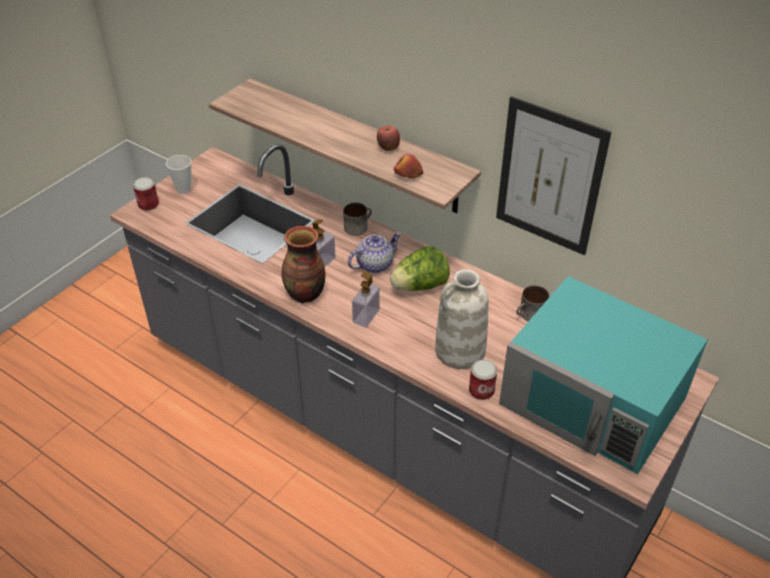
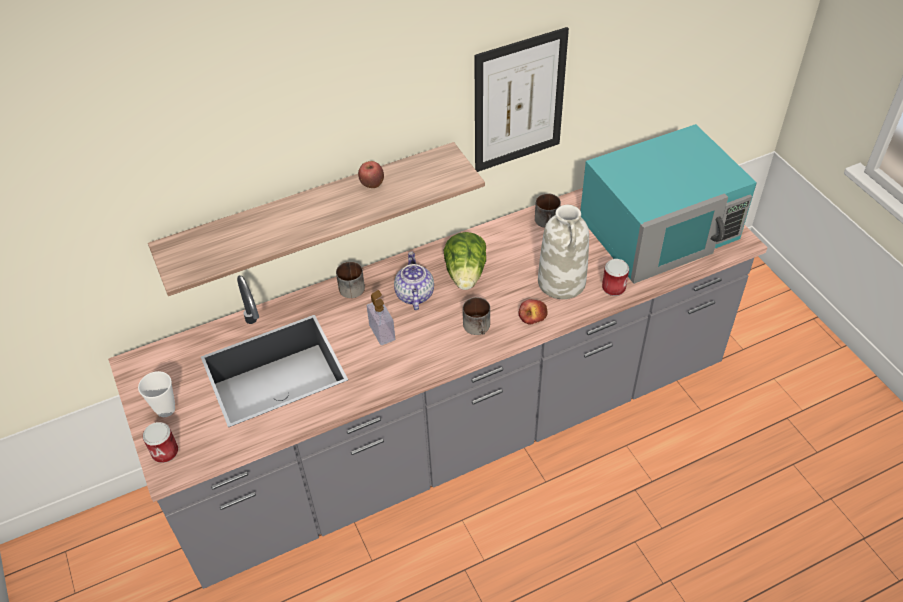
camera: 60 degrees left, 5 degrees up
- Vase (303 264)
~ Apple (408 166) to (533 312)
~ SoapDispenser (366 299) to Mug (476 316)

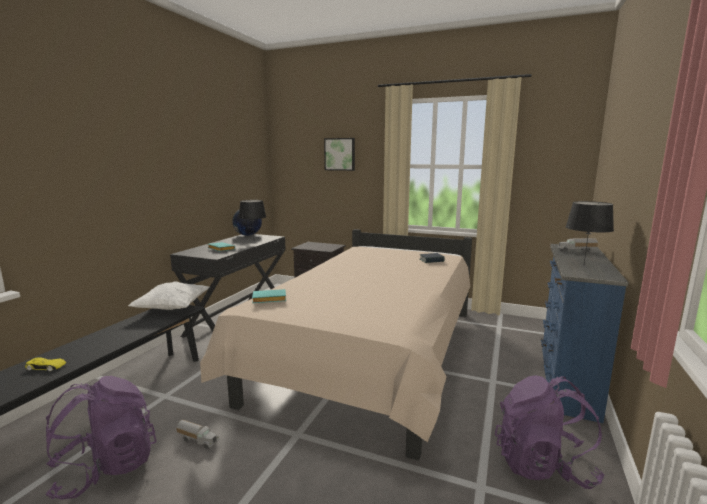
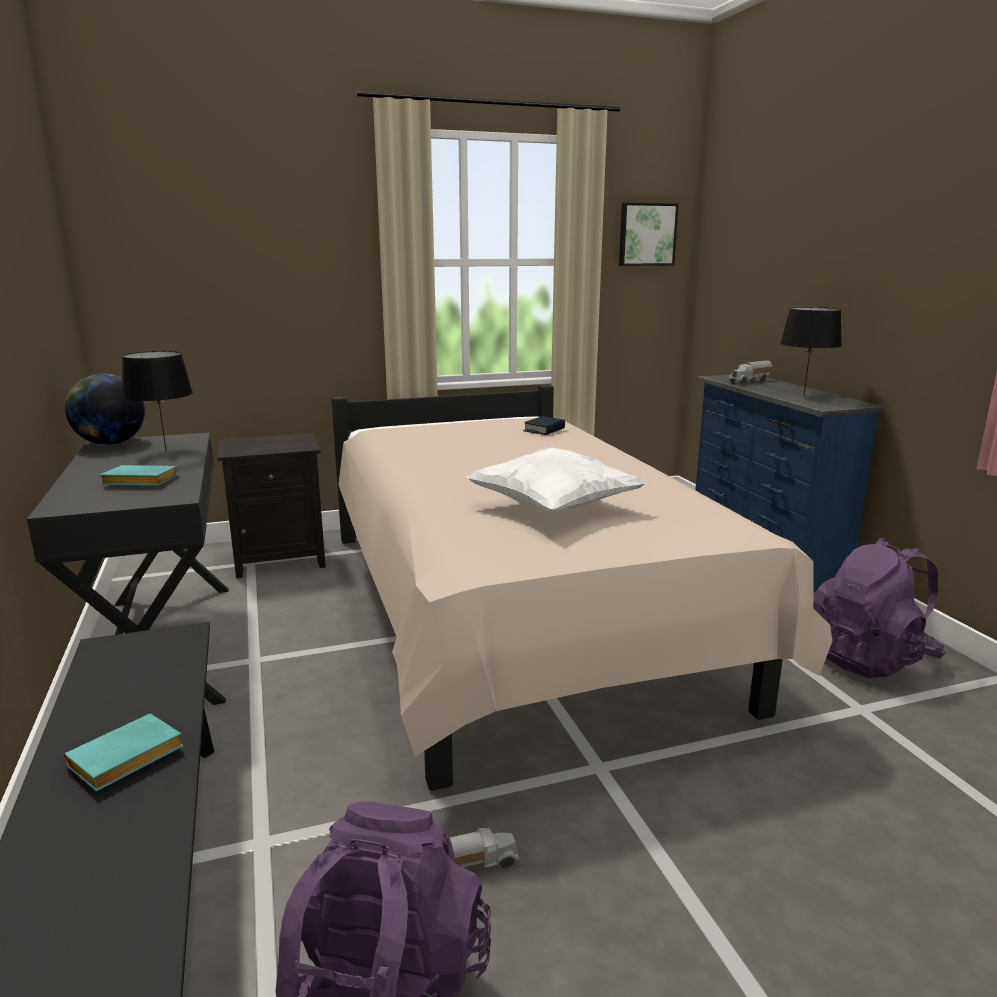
camera: 40 degrees left, 5 degrees up
- YellowToyCar (45 364)
~ WhitePillow (169 295) to (556 480)
~ TurquoiseBook (269 296) to (124 752)
~ Picture (339 154) to (649 234)

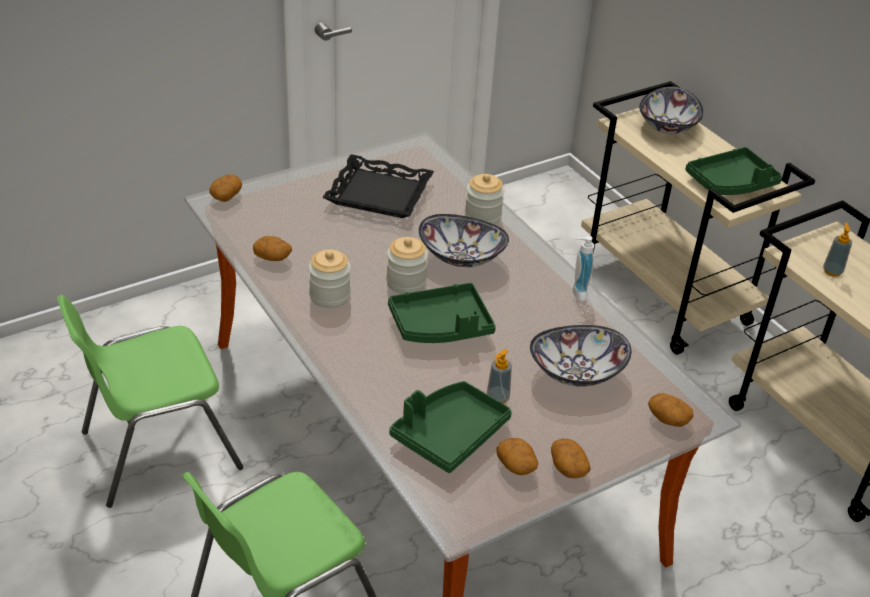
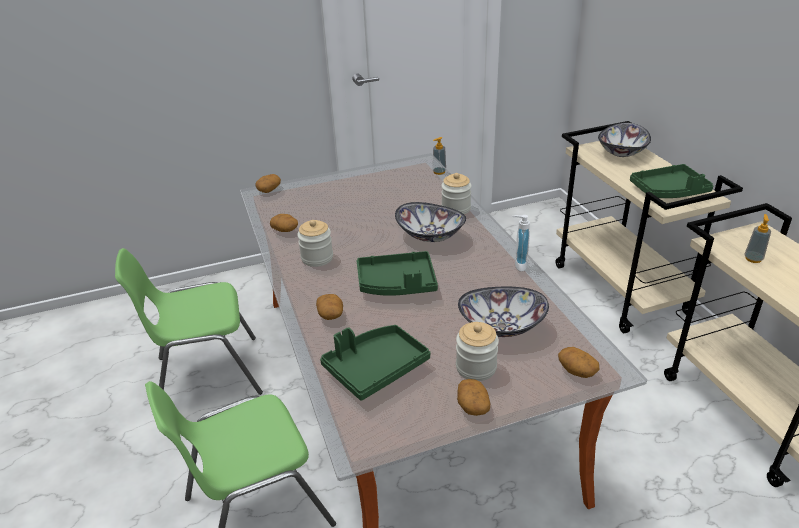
camera: 15 degrees right, 5 degrees down
- BlackTray (378 186)
~ Jar (407 265) to (477 351)
~ SoapDispenser (499 376) to (439 156)
~ Potato (517 456) to (329 307)

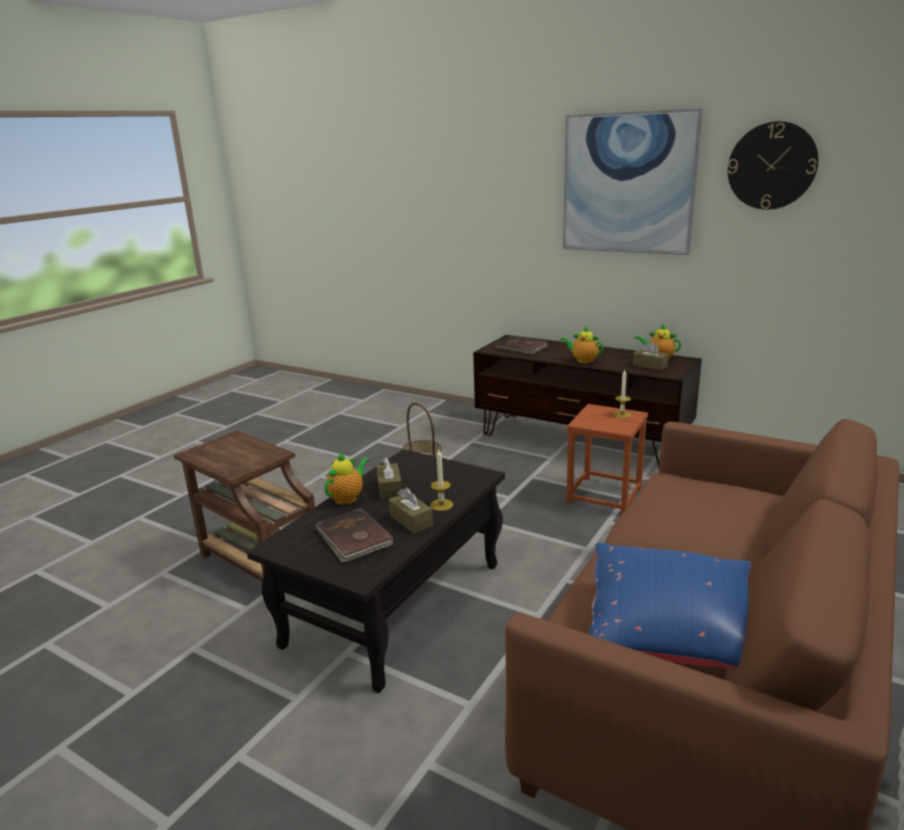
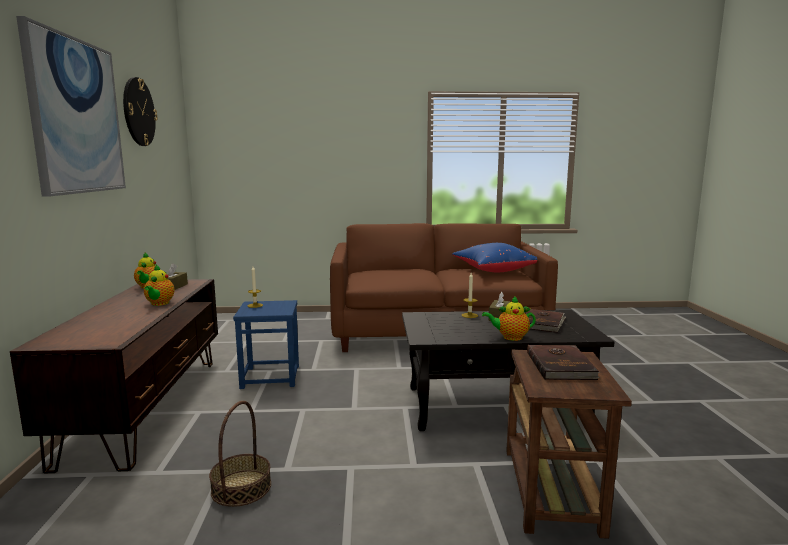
camera: 125 degrees left, 10 degrees down
- BrownTissueBox (389 478)
~ BrownBook (521 345) to (563 362)
~ BrownStool (607 459) to BlueStool (266 344)

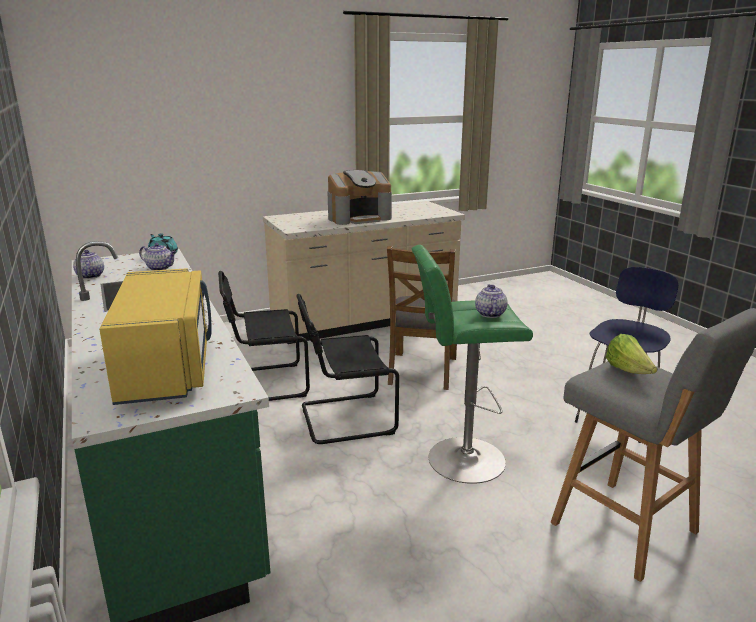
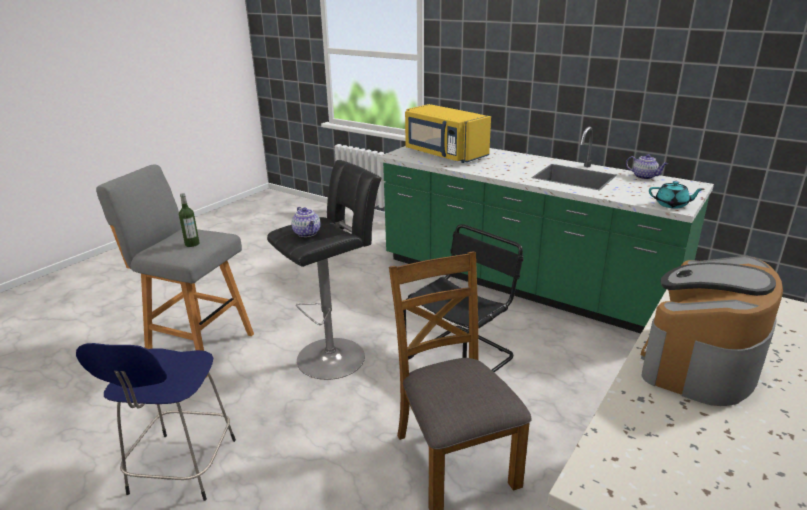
camera: 150 degrees right, 5 degrees up
- Teapot (158 256)
- BlackChair (264 336)
~ Lettuce (631 354) to Bottle (189 220)
~ GreenStool (472 364) to BlackStool (324 270)

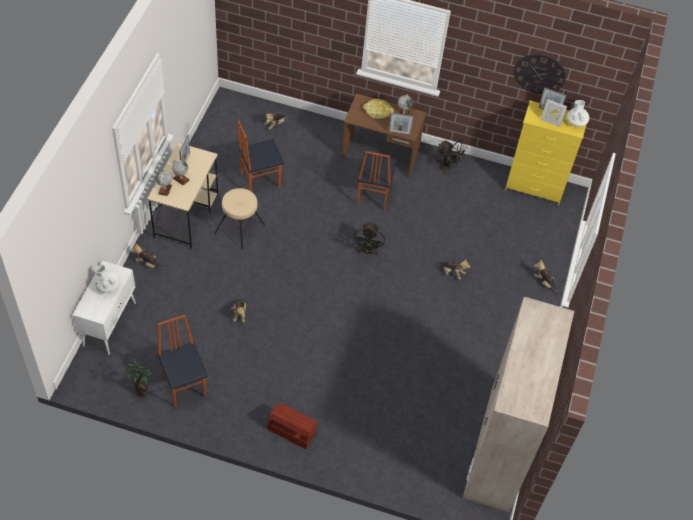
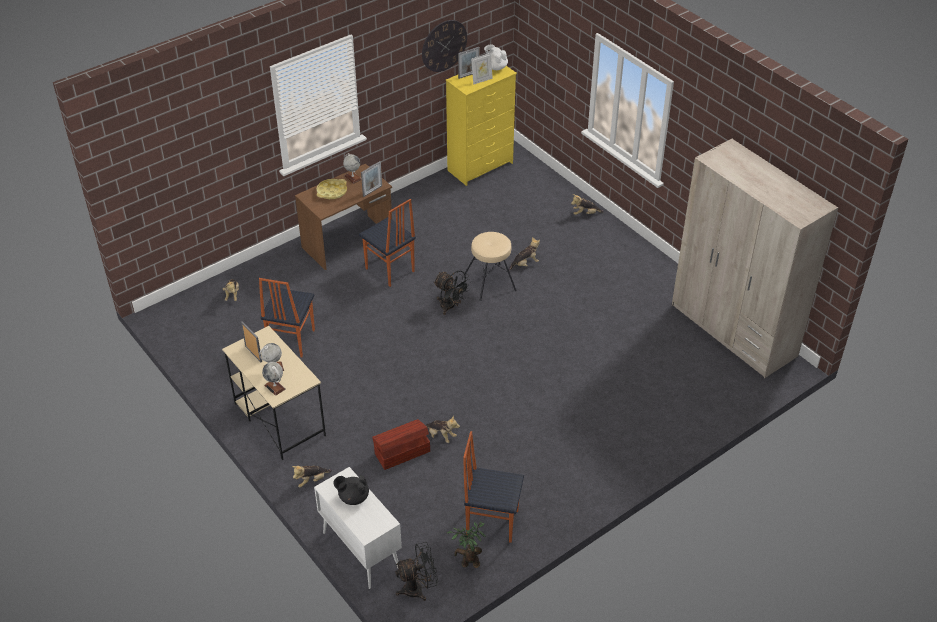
camera: 50 degrees left, 10 degrees down
~ BeigeStool (240 218) to (491 266)
~ BrownStorageBox (293 425) to (401 444)
~ BlackFan (451 157) to (416 571)
~ WhiteTeapot (107 279) to BlackTeapot (351 490)

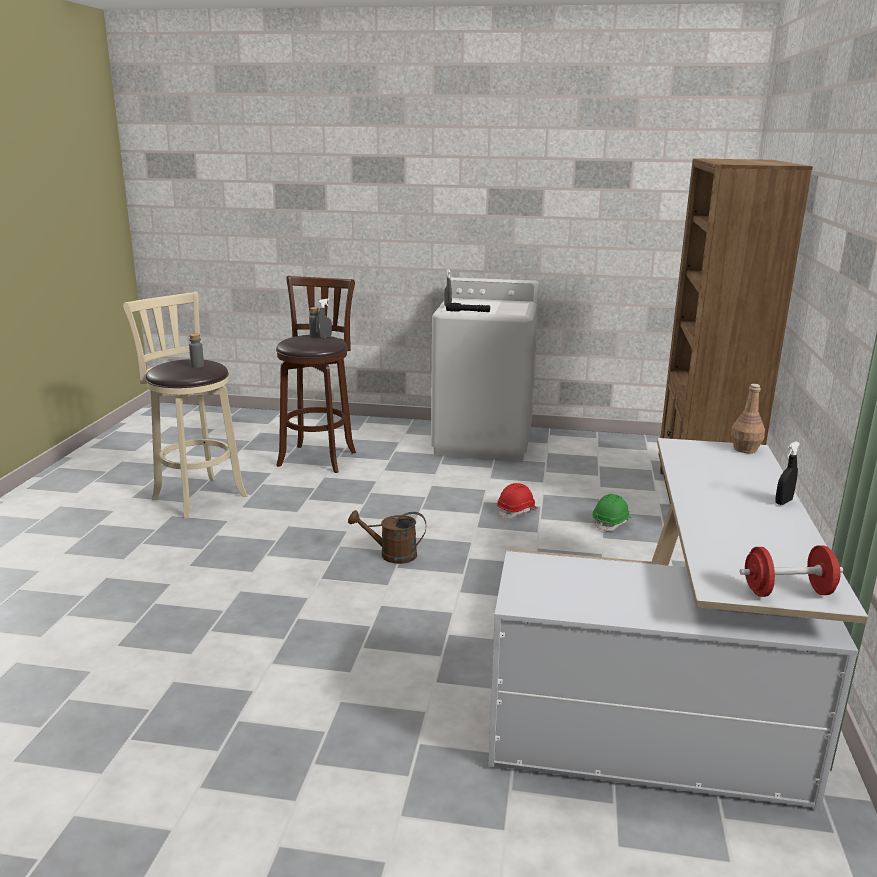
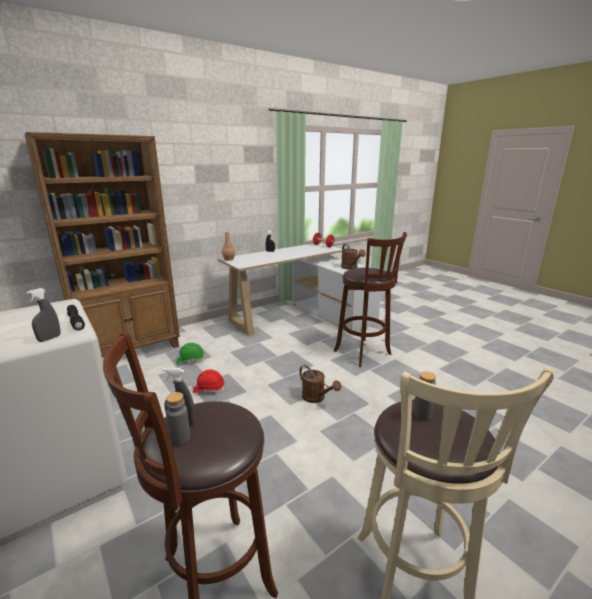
camera: 135 degrees left, 0 degrees up
+ BrownStool (370 299)
+ BrownWateringCan (353 257)

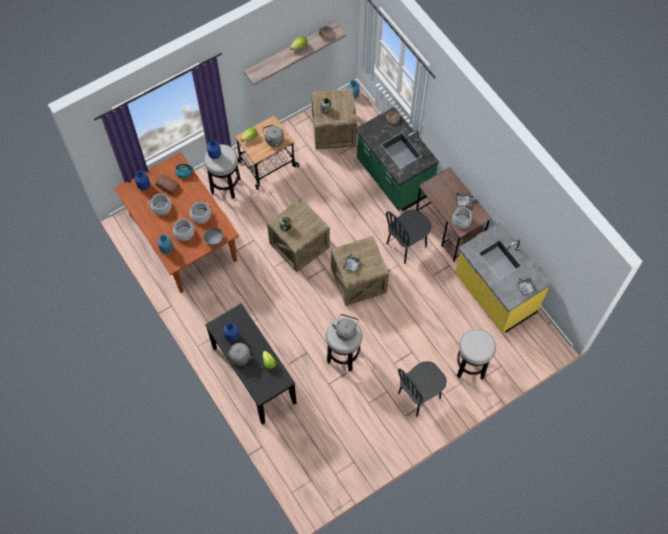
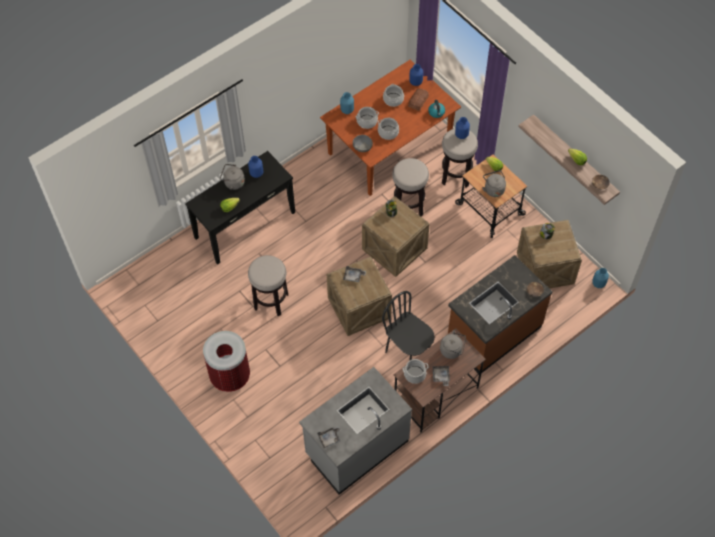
camera: 85 degrees right, 5 degrees down
~ GreyKettle (345 327) to (453 344)
~ Stool (476 354) to (410 187)
~ BlackChair (422 389) to TrashCan (226 361)
~ GreenCounter (397 159) to BrownCounter (500 314)
~ YellowCounter (503 277) to GreyCounter (355 431)

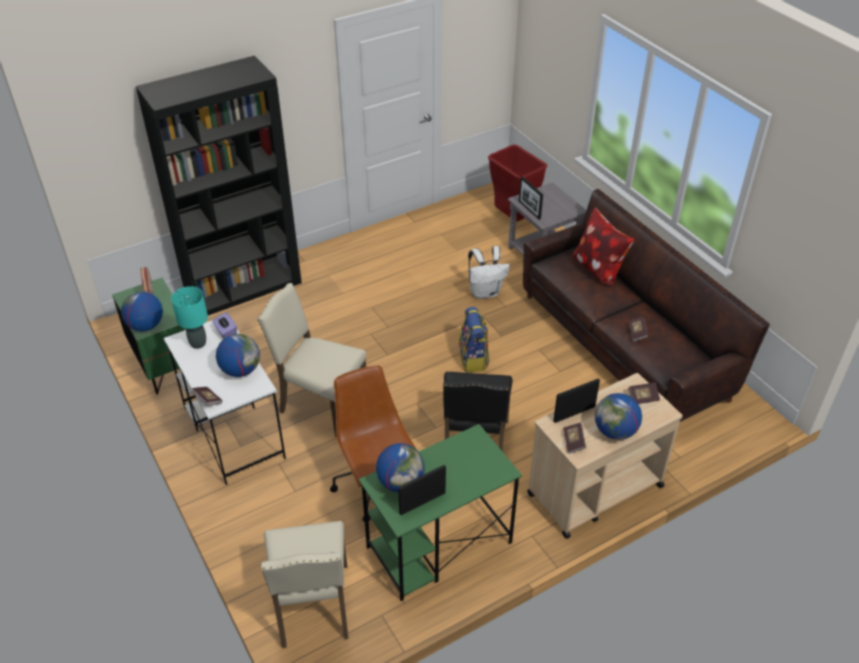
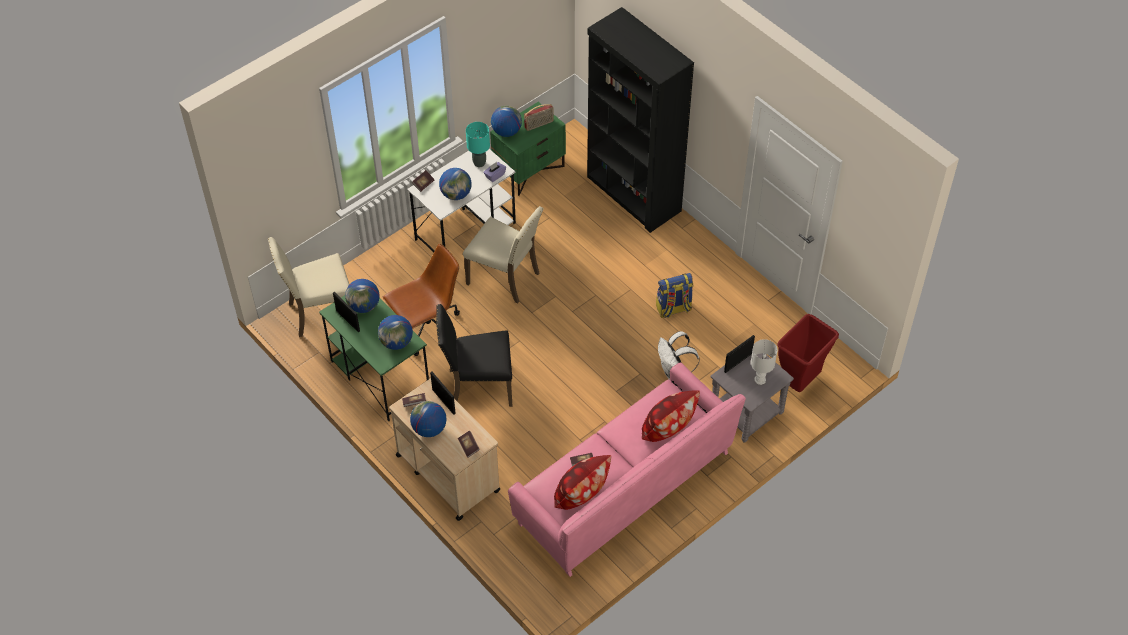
camera: 80 degrees right, 10 degrees up
+ Globe (395 332)
+ Pillow (582 482)
+ WhiteTableLamp (764 362)
~ Backpack (474 339) to (674 295)
~ BrownSofa (646 305) to PinkSofa (627 469)
~ BeigeChair (312 360) = (503 255) 105 degrees clockwise

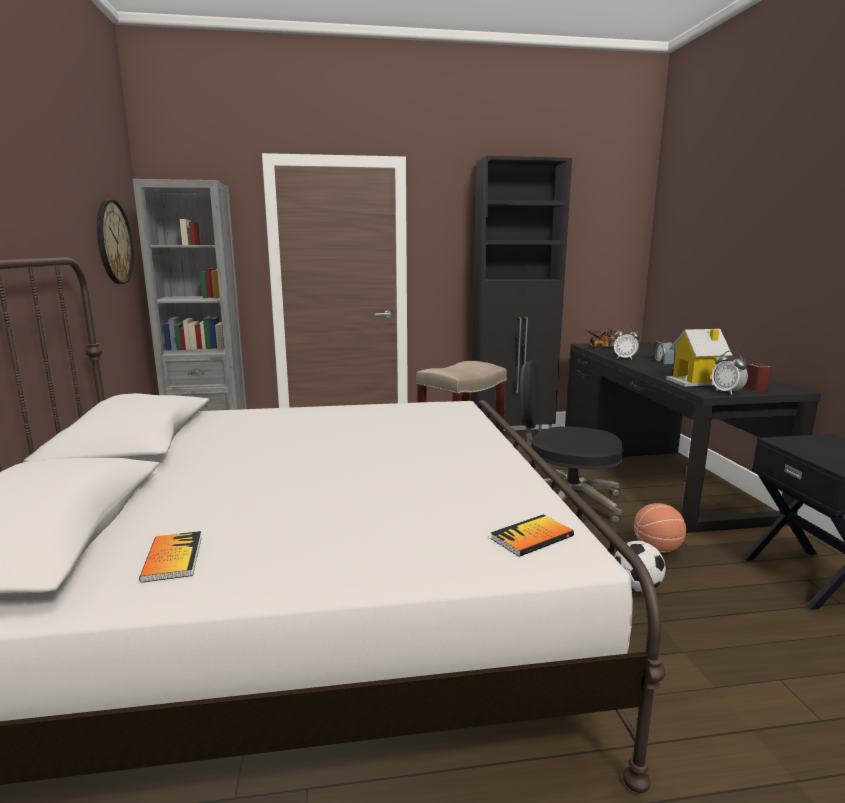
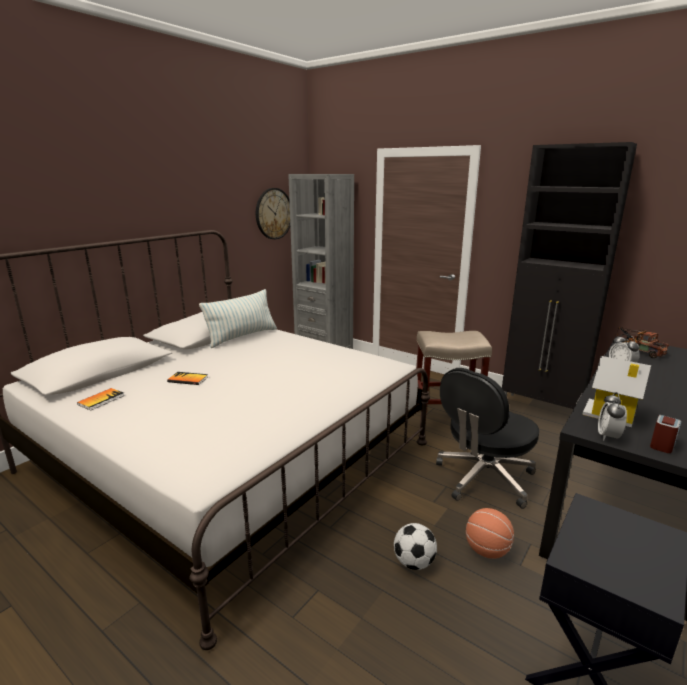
camera: 45 degrees right, 5 degrees up
- AlarmClock (664 352)
+ Pillow (238 318)
~ Book (532 536) to (187 378)
~ BlackOfficeChair (572 442) = (487 438) 105 degrees counterclockwise

